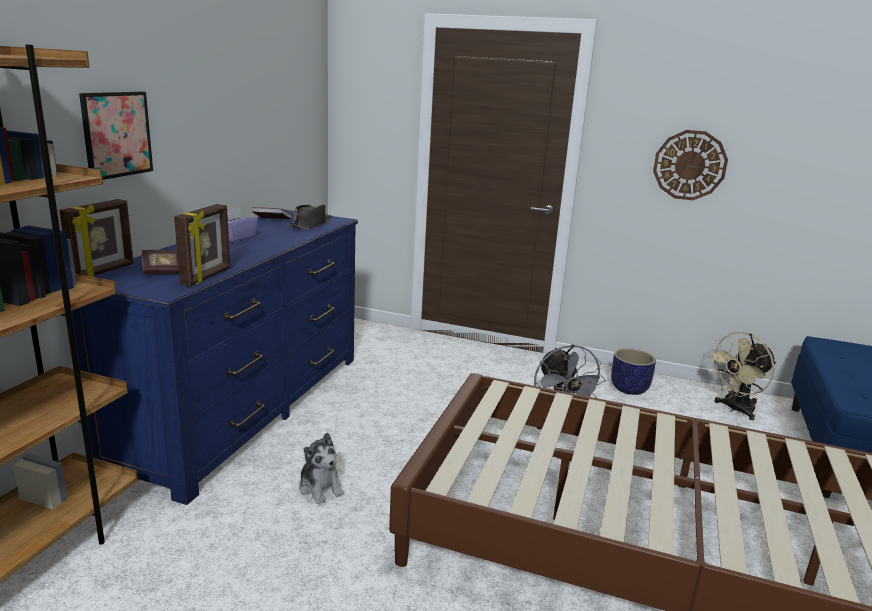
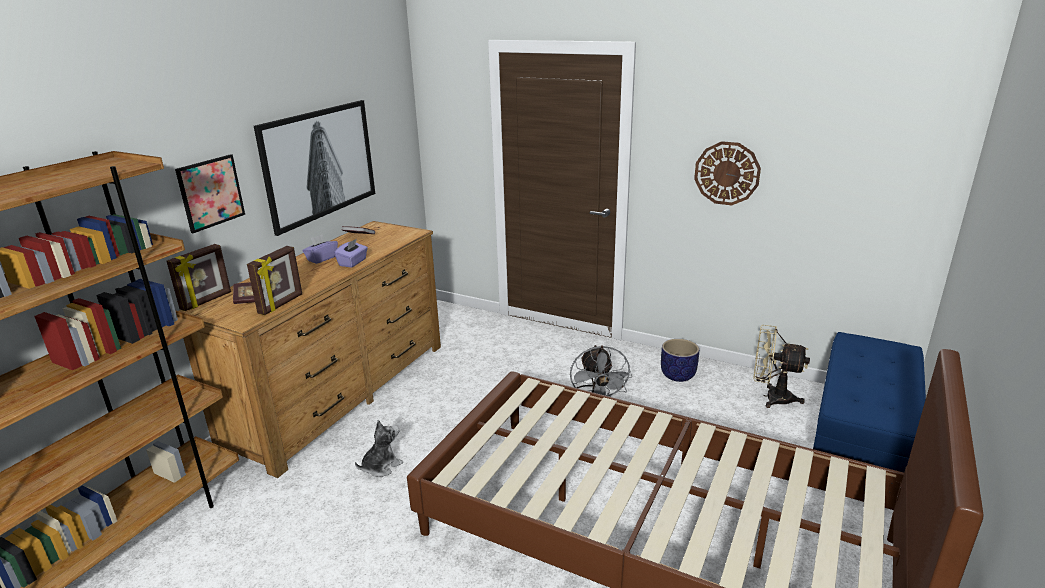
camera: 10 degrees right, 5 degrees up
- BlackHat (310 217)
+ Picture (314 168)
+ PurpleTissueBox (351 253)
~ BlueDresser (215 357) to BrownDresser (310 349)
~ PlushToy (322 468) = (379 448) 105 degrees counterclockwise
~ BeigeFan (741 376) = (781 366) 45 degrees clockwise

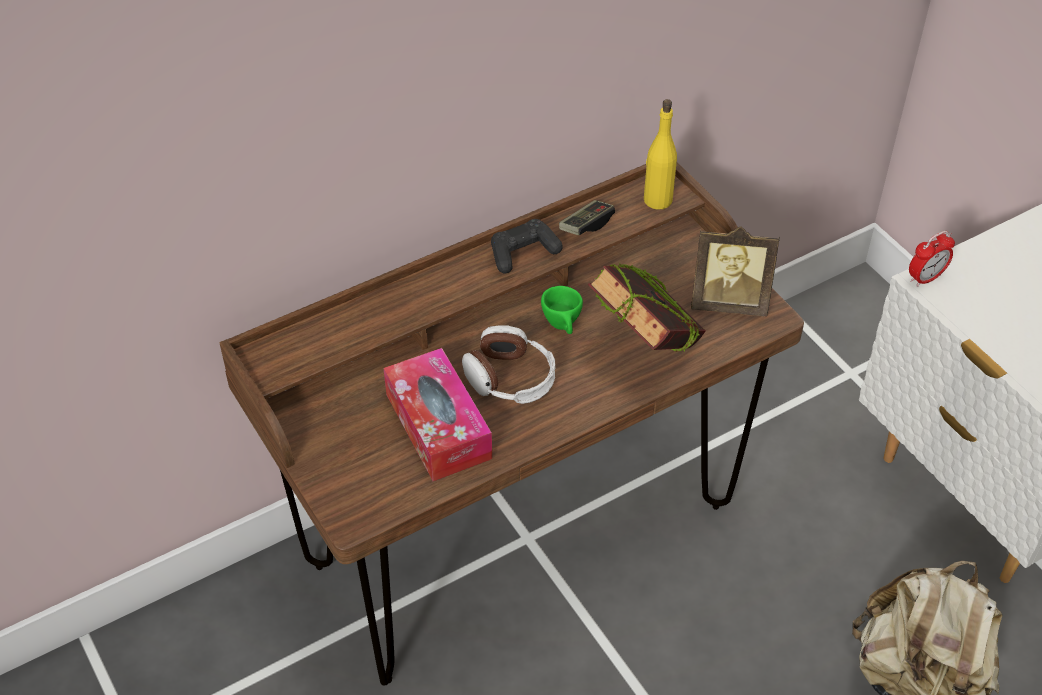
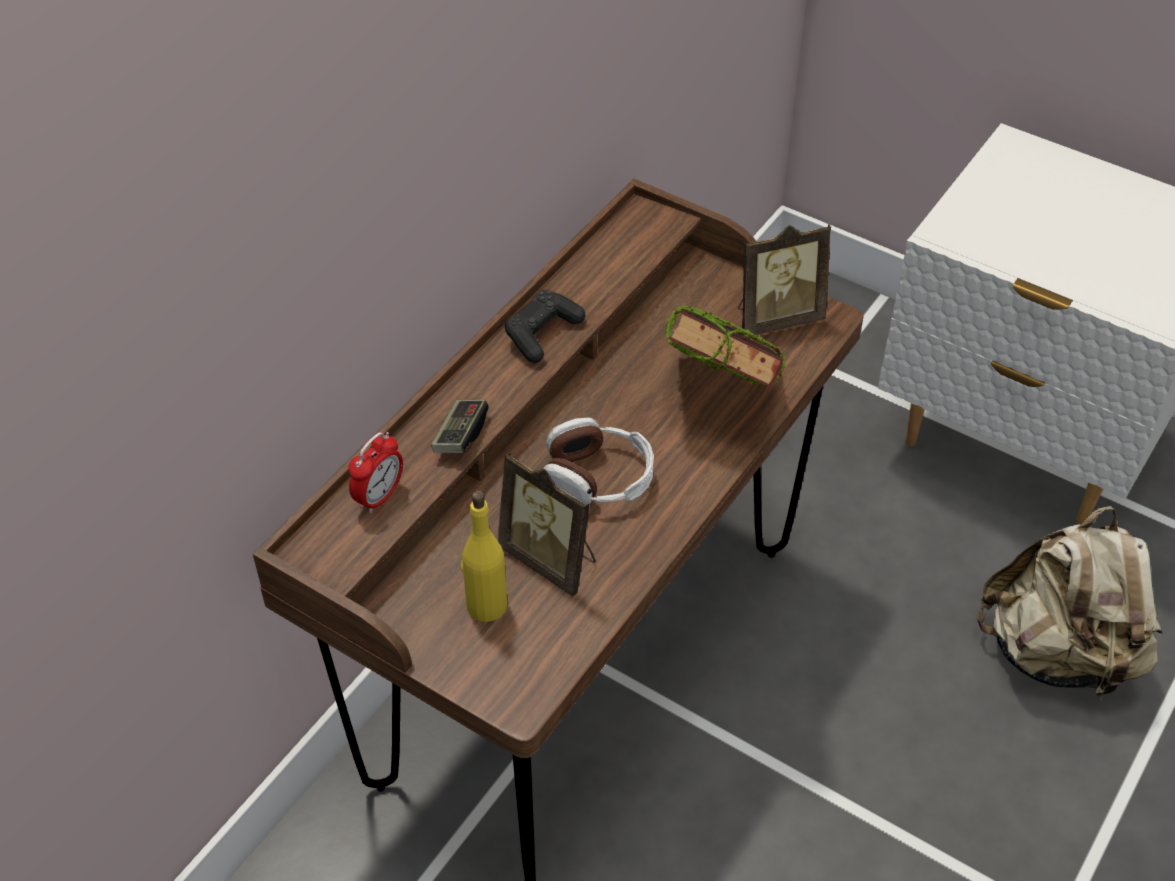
camera: 25 degrees left, 0 degrees up
- GreenCup (562 310)
~ GameController (587 217) to (460 426)
~ YellowBottle (660 154) to (484 556)
~ AlarmClock (932 259) to (375 473)
~ TissueBox (438 414) to PictureFrame (547 524)

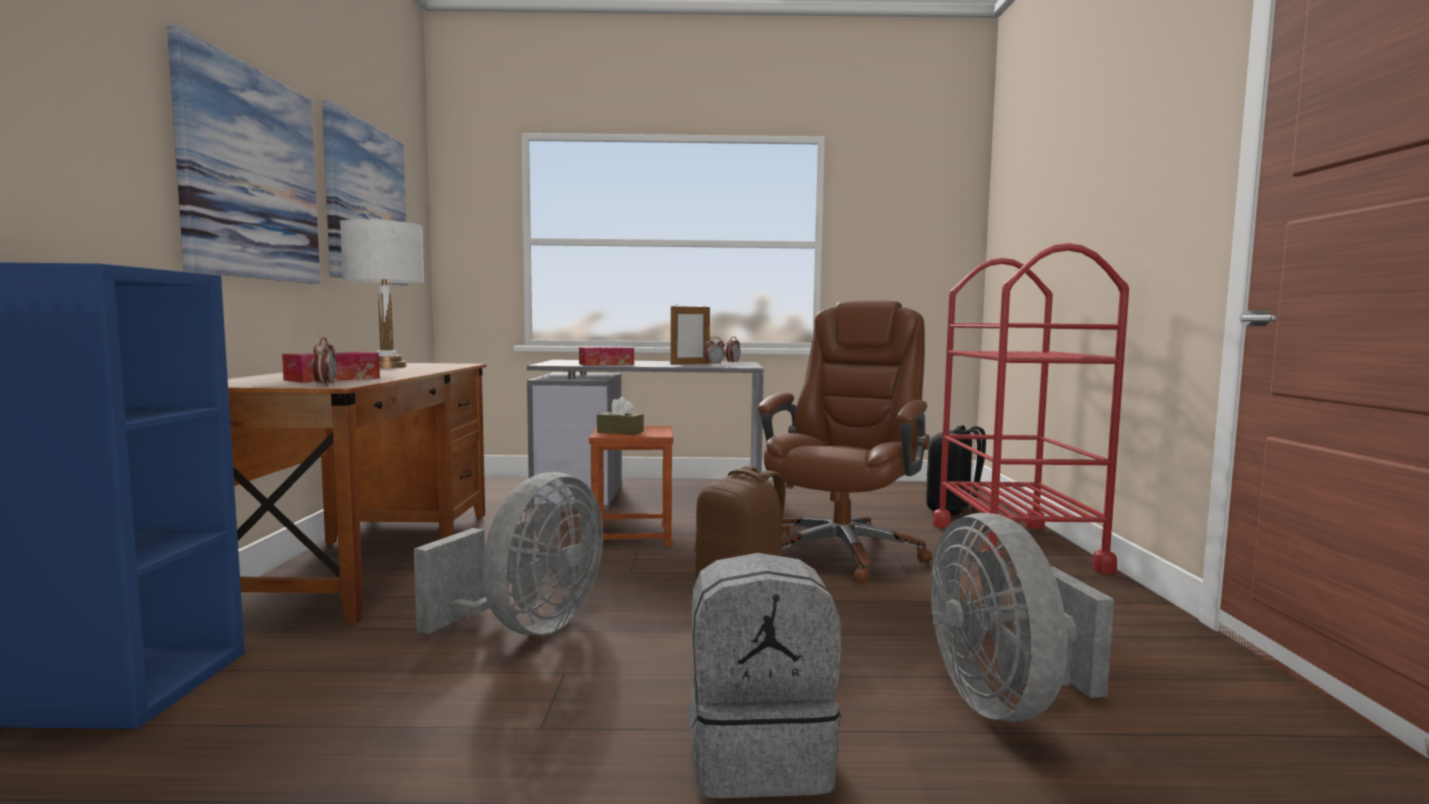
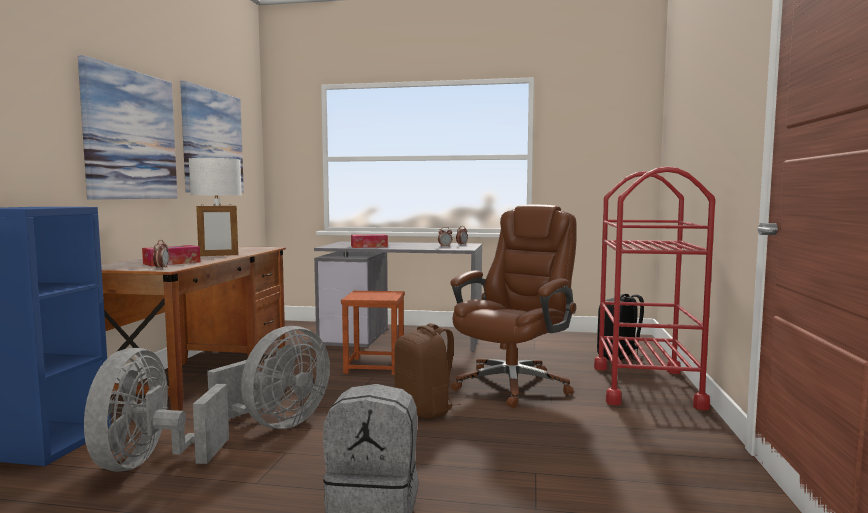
camera: 10 degrees right, 0 degrees up
- BrownTissueBox (620 416)
~ PictureFrame (690 334) to (217 230)
~ GreyFan (1022 617) to (156 410)

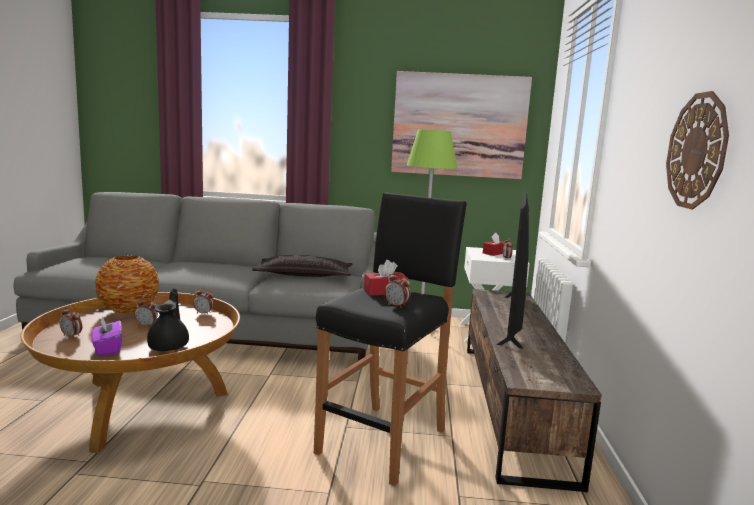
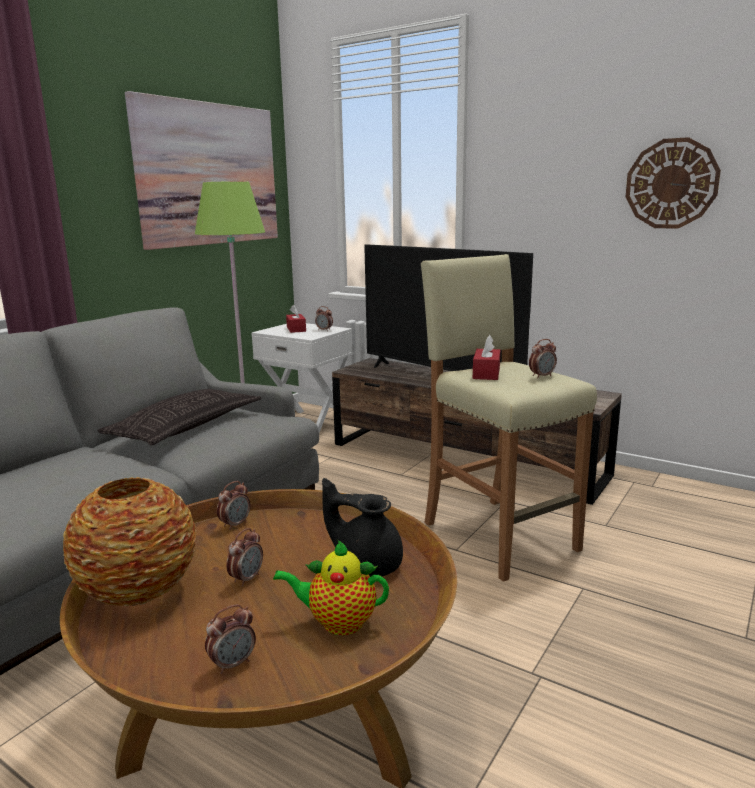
camera: 60 degrees left, 5 degrees up
~ PurpleTissueBox (106 336) to Teapot (331 587)
~ BlackStool (390 339) to BeigeStool (509 418)

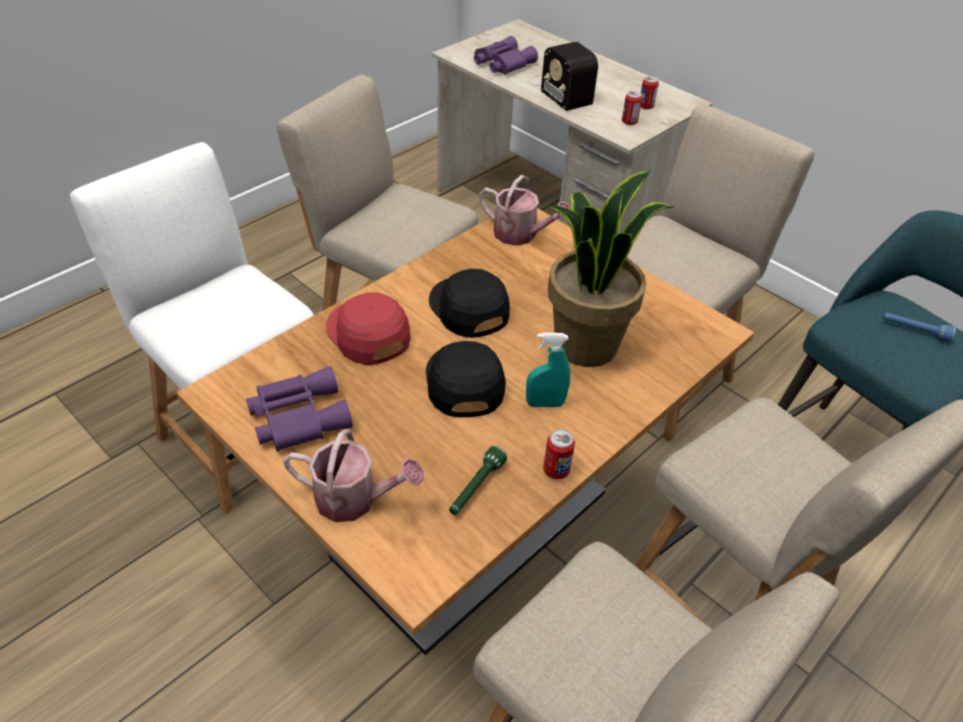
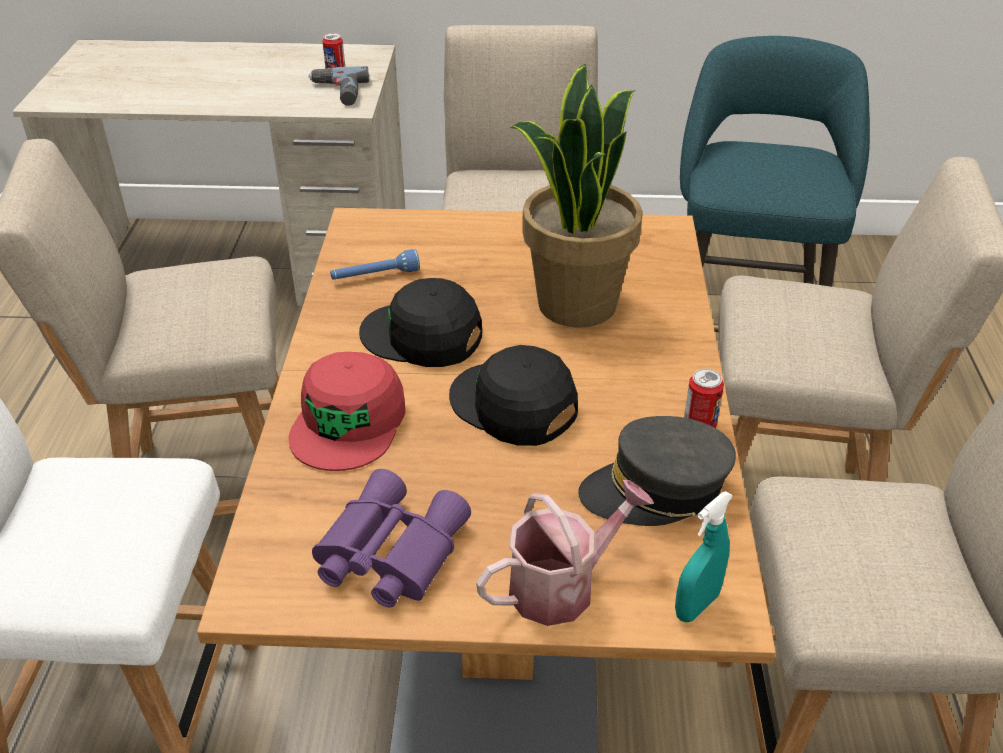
camera: 40 degrees left, 5 degrees down
- PurpleBinoculars (506 55)
- WateringCan (525 210)
- Radio (563 76)
~ TurquoiseSprayBottle (548 370) to (704 556)
~ BlueFlashlight (919 327) to (375 264)
~ GreenFlashlight (478 480) to GreyCap (657 471)
~ Can (632 108) to PowerDrill (338 86)
~ RedCap (368 328) = (346 411) 90 degrees counterclockwise

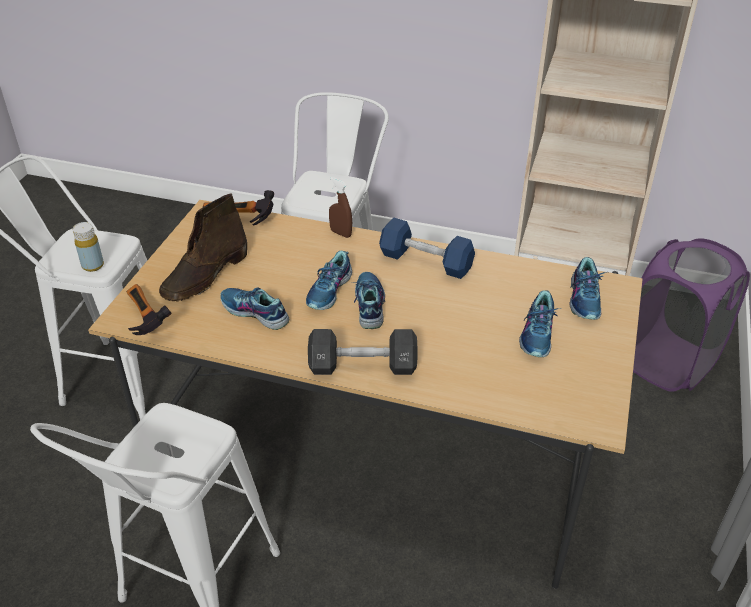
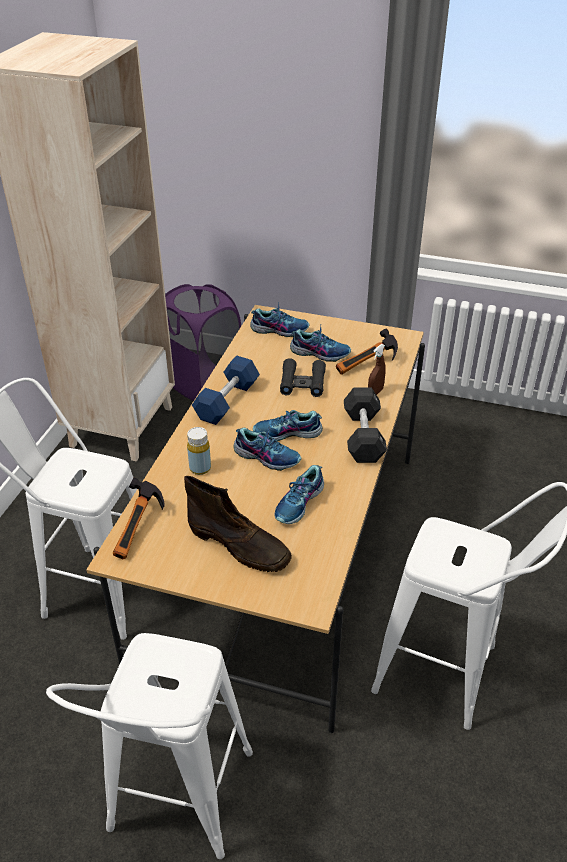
camera: 90 degrees left, 0 degrees up
+ BlackBinoculars (303 377)
~ YellowBottle (88 247) to (199 451)
~ Hammer (149 309) to (367 352)
~ BrownSprayBottle (340 207) to (377 369)

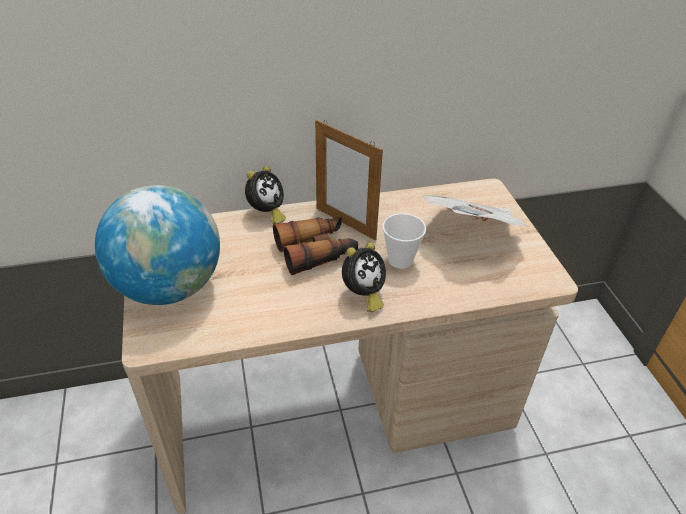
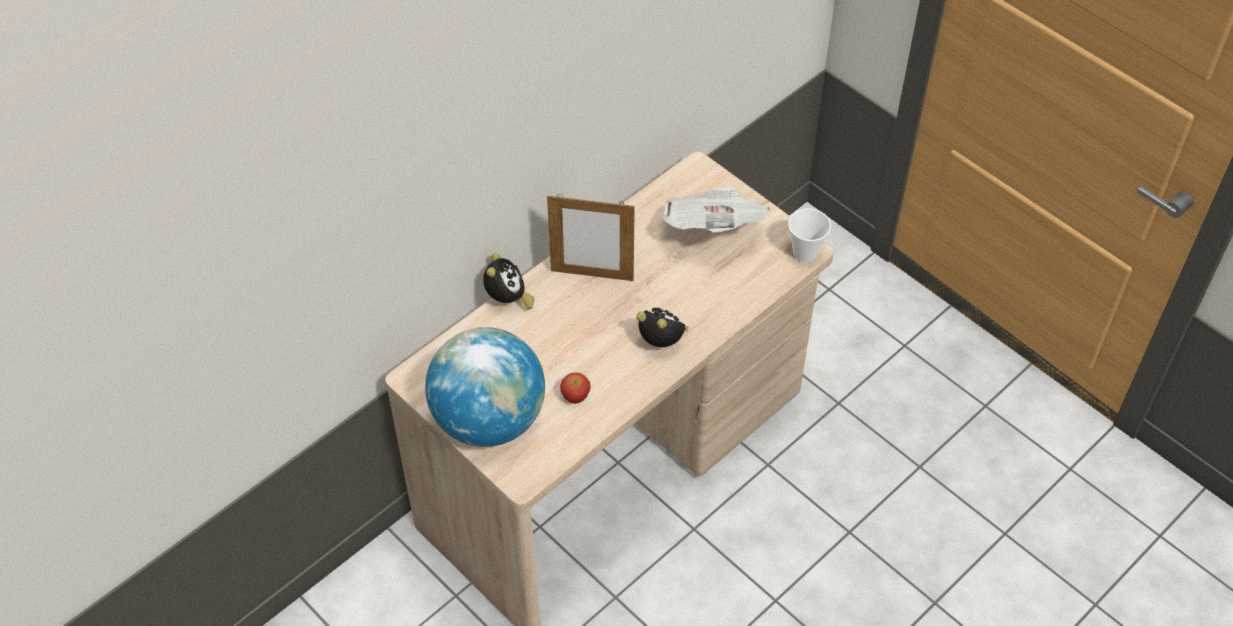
camera: 30 degrees left, 10 degrees up
- Binoculars (315 246)
+ Apple (575 388)
~ Cup (404 241) to (809 235)
~ AlarmClock (364 277) = (662 327) 75 degrees counterclockwise

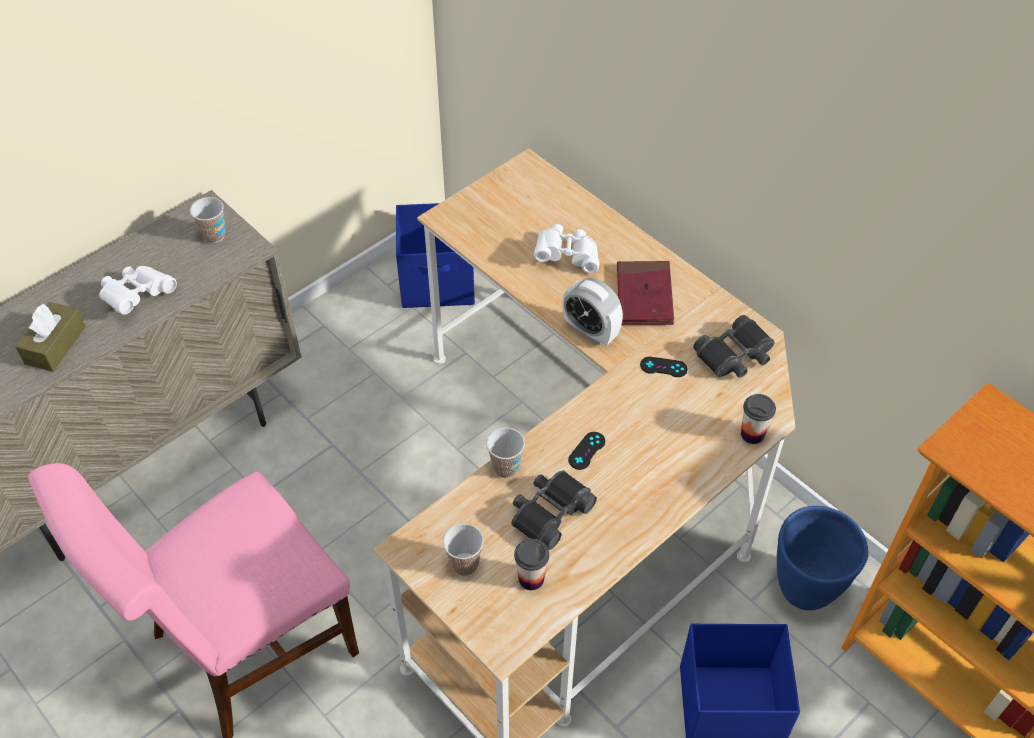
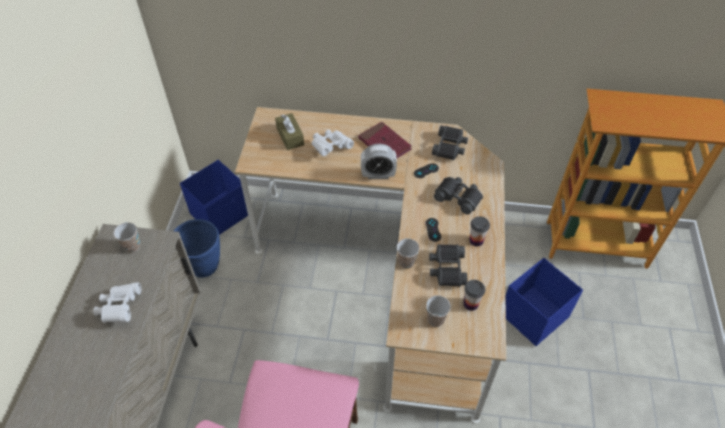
camera: 40 degrees left, 0 degrees up
+ BlackBinoculars (458 195)
~ BrownTissueBox (51 337) to (289 131)
~ Cup (758 419) to (479 231)
~ BluePlanter (822 558) to (197 248)

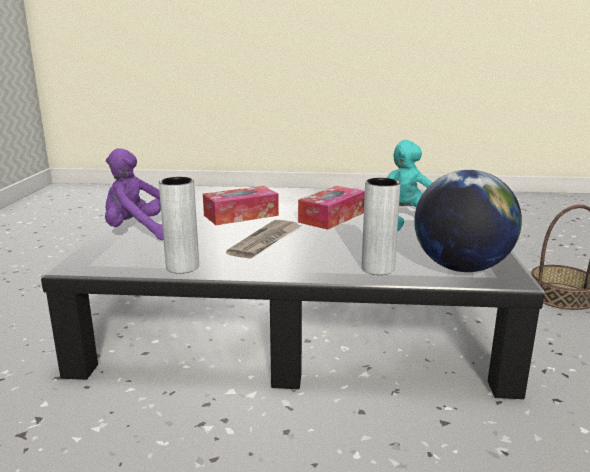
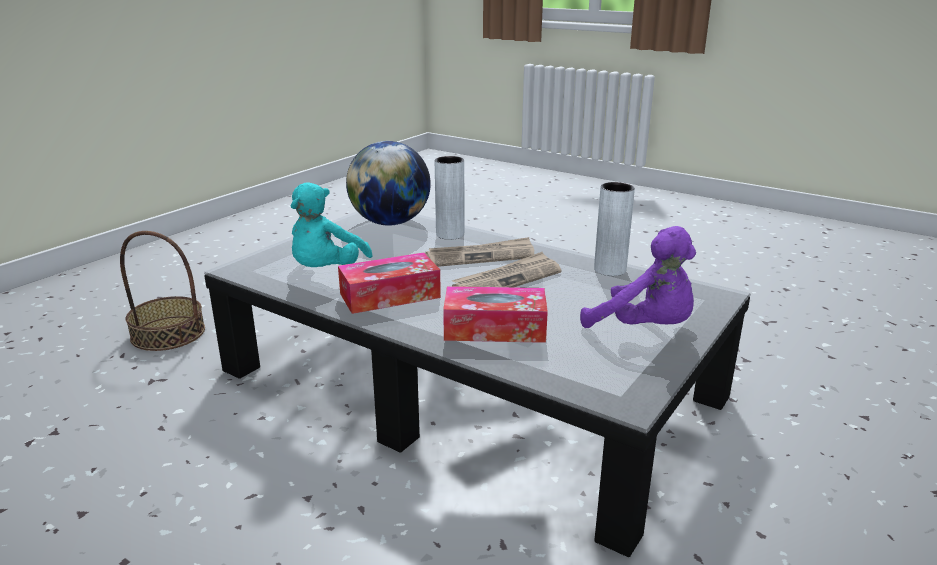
camera: 150 degrees left, 5 degrees up
+ Newspaper (479 252)

